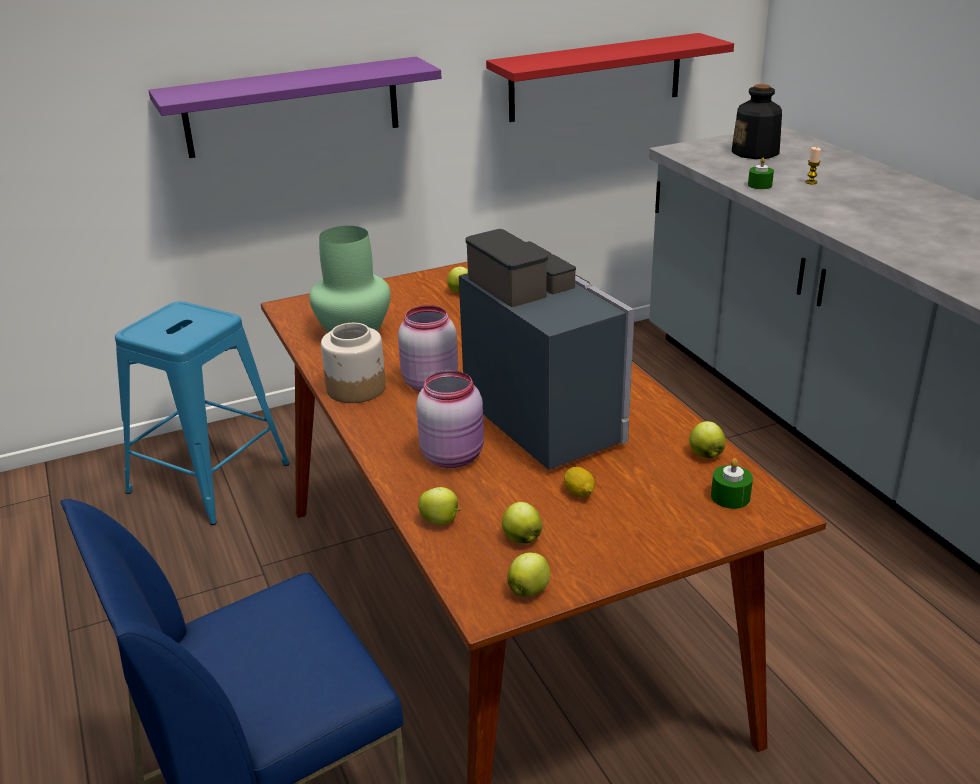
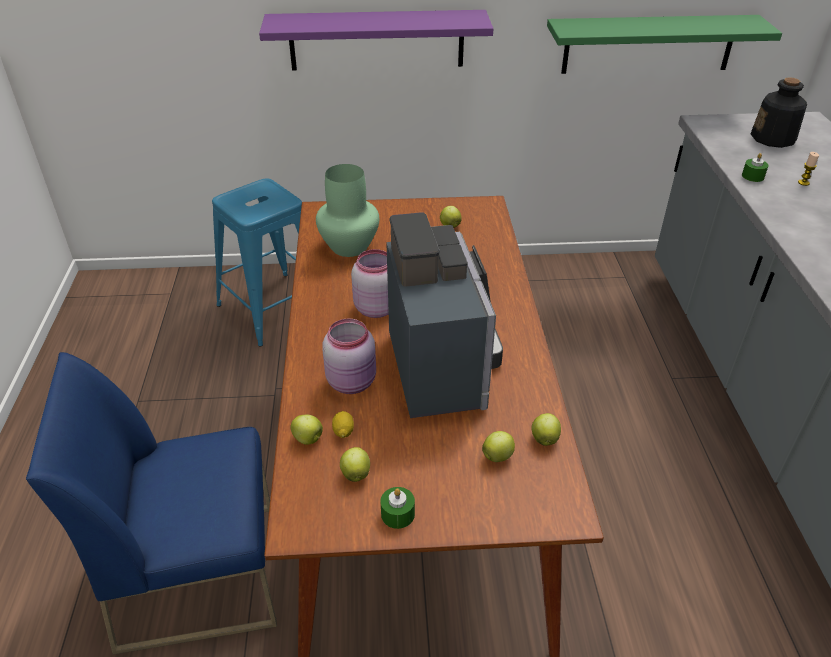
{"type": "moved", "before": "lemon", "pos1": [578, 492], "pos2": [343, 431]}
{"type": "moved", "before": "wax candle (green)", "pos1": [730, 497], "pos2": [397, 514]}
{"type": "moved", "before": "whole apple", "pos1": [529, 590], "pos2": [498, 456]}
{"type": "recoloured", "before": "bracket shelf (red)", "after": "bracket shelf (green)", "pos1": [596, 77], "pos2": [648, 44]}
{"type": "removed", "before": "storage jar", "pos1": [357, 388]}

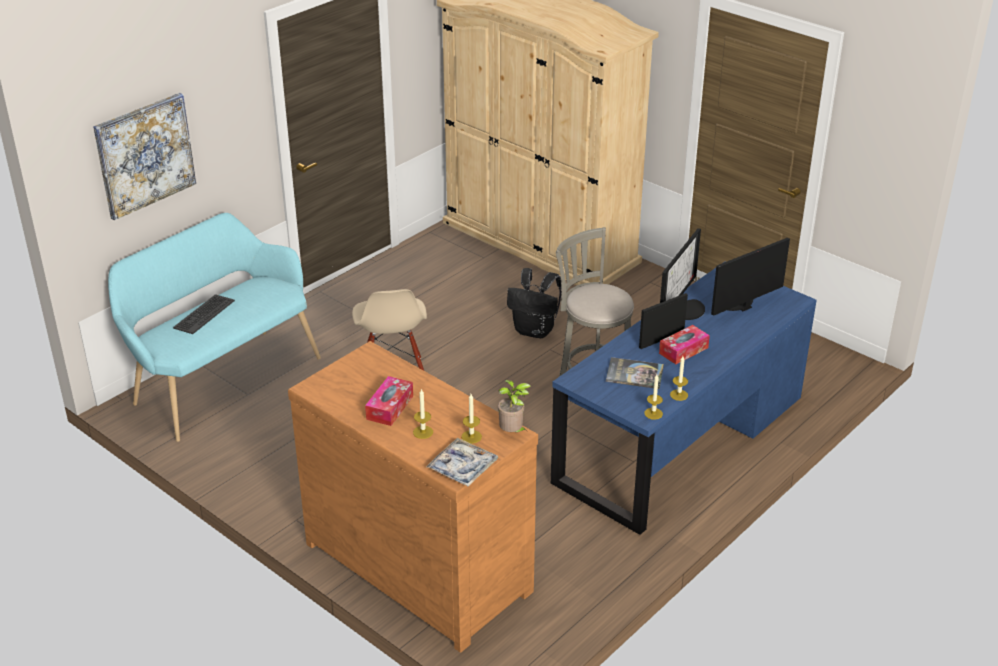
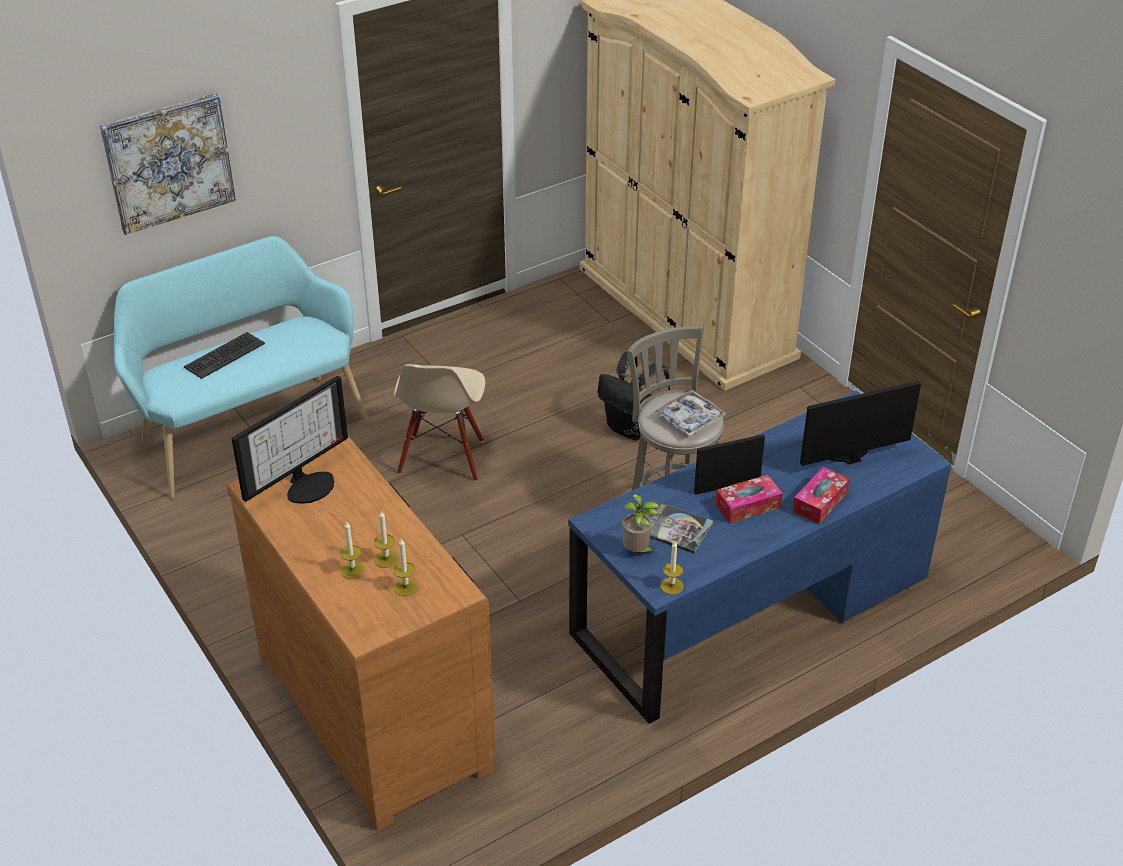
{"type": "moved", "before": "computer screen", "pos1": [686, 308], "pos2": [307, 485]}
{"type": "moved", "before": "wax candle", "pos1": [679, 395], "pos2": [386, 559]}
{"type": "moved", "before": "houseplant", "pos1": [512, 433], "pos2": [637, 552]}
{"type": "moved", "before": "carrying tray", "pos1": [462, 468], "pos2": [690, 418]}
{"type": "moved", "before": "tissue holder", "pos1": [390, 407], "pos2": [820, 502]}

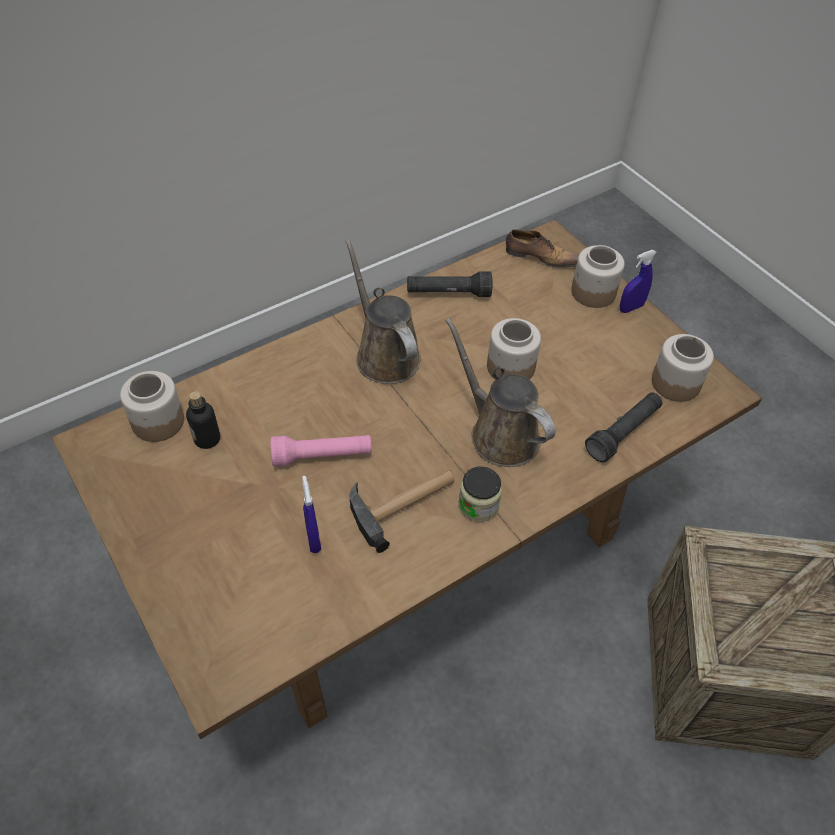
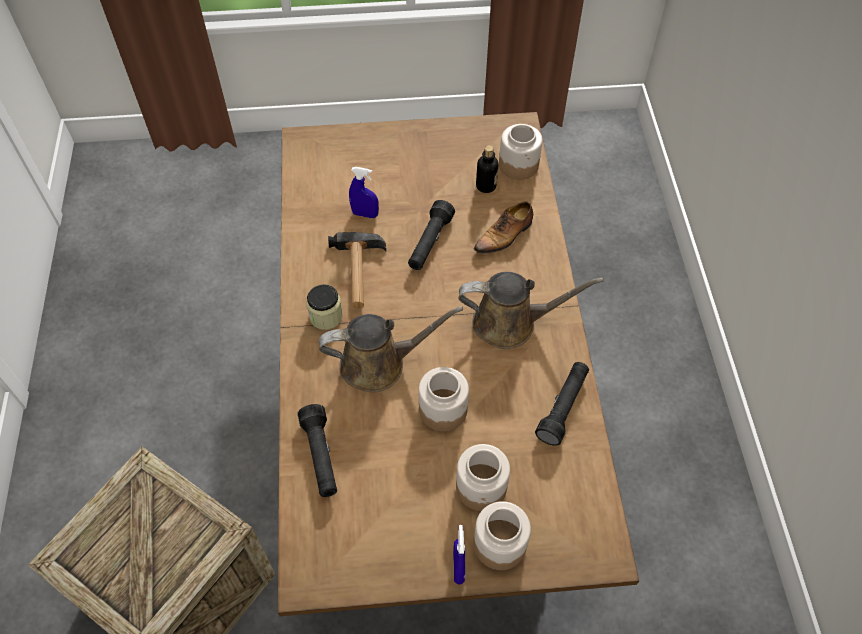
{"type": "recoloured", "before": "hand torch (pinkish)", "after": "hand torch (blackish)", "pos1": [322, 456], "pos2": [429, 243]}
{"type": "moved", "before": "storage jar", "pos1": [675, 382], "pos2": [481, 487]}
{"type": "moved", "before": "low shoe", "pos1": [540, 257], "pos2": [505, 235]}

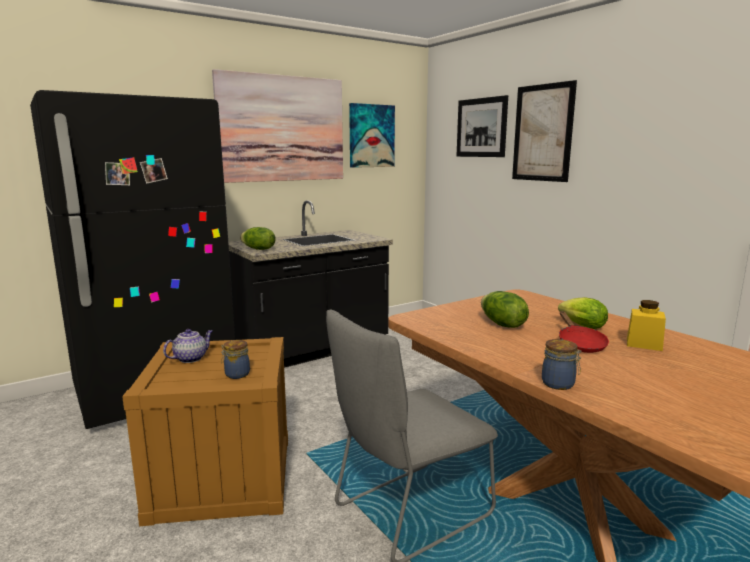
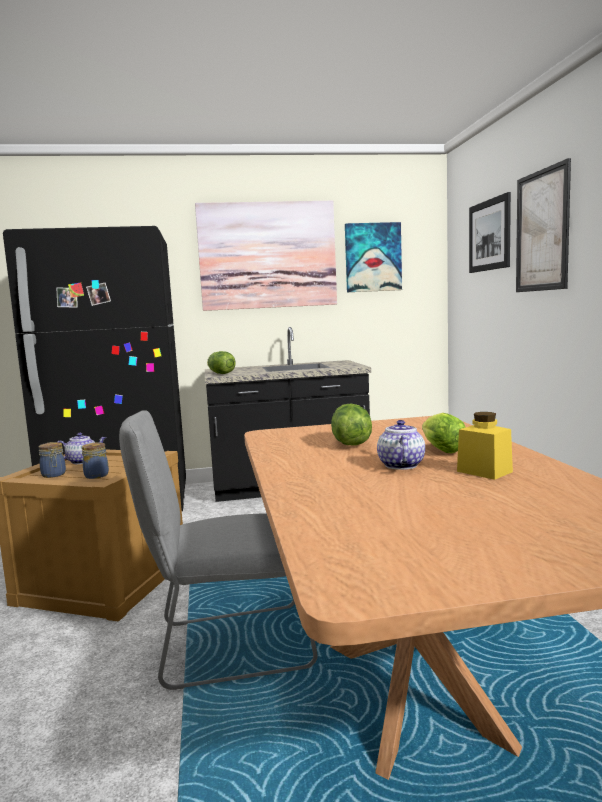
{"type": "moved", "before": "storage jar", "pos1": [559, 384], "pos2": [54, 475]}
{"type": "replaced", "before": "frying pan (red)", "after": "tea pot", "pos1": [579, 344], "pos2": [400, 465]}

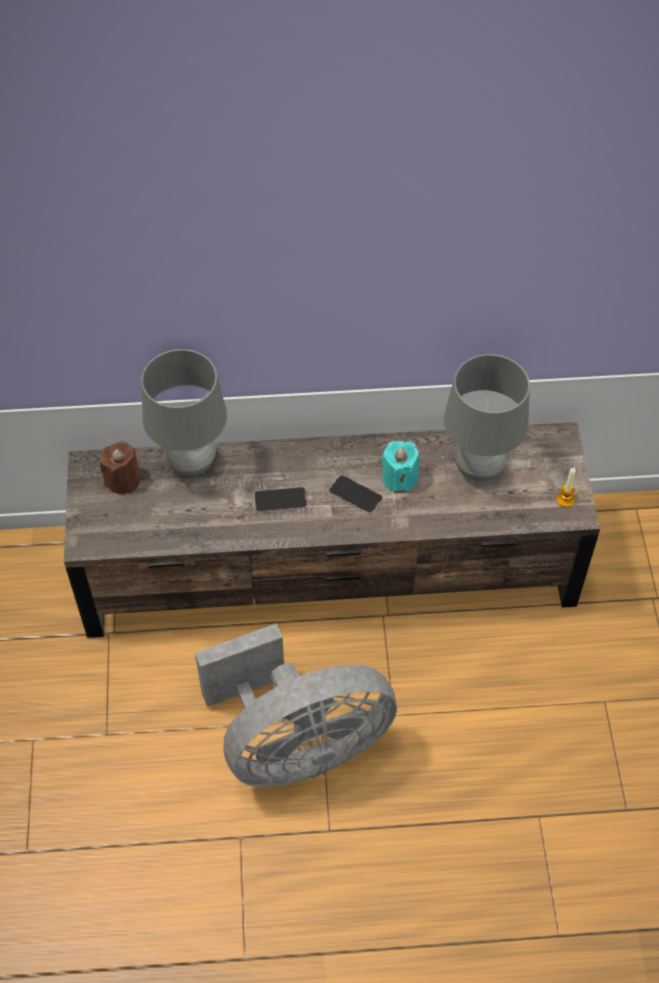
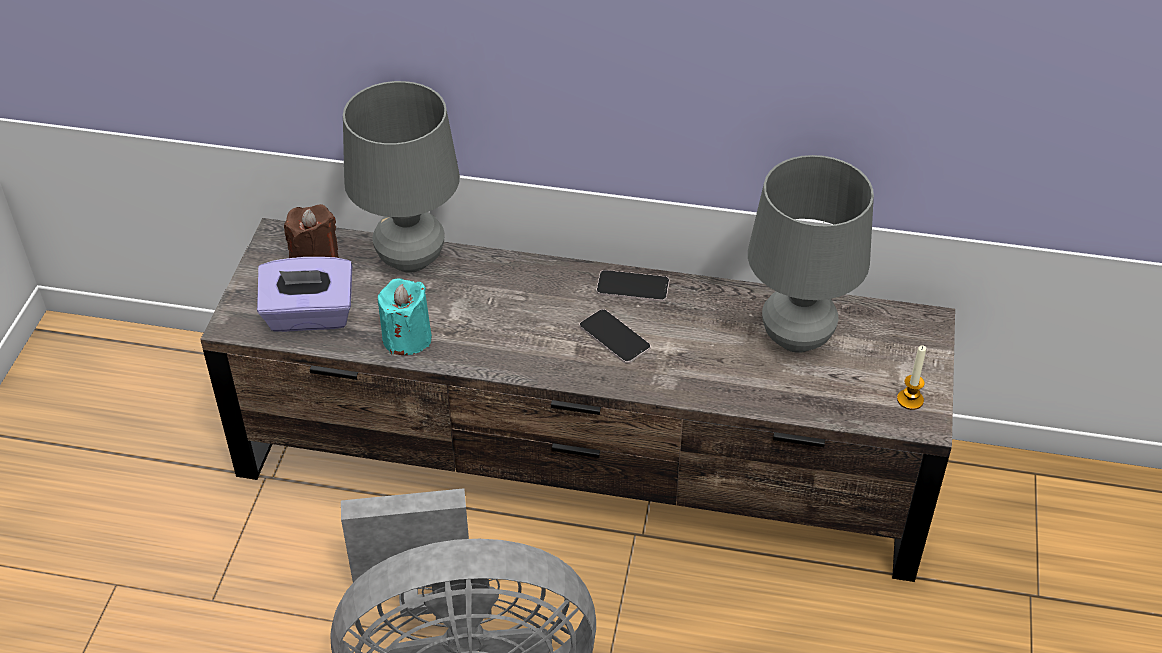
{"type": "added", "after": "tissue holder (purplish)", "pos2": [309, 316]}
{"type": "moved", "before": "wax candle (turquoise-coloured)", "pos1": [399, 479], "pos2": [407, 338]}
{"type": "moved", "before": "telephone", "pos1": [280, 500], "pos2": [632, 287]}

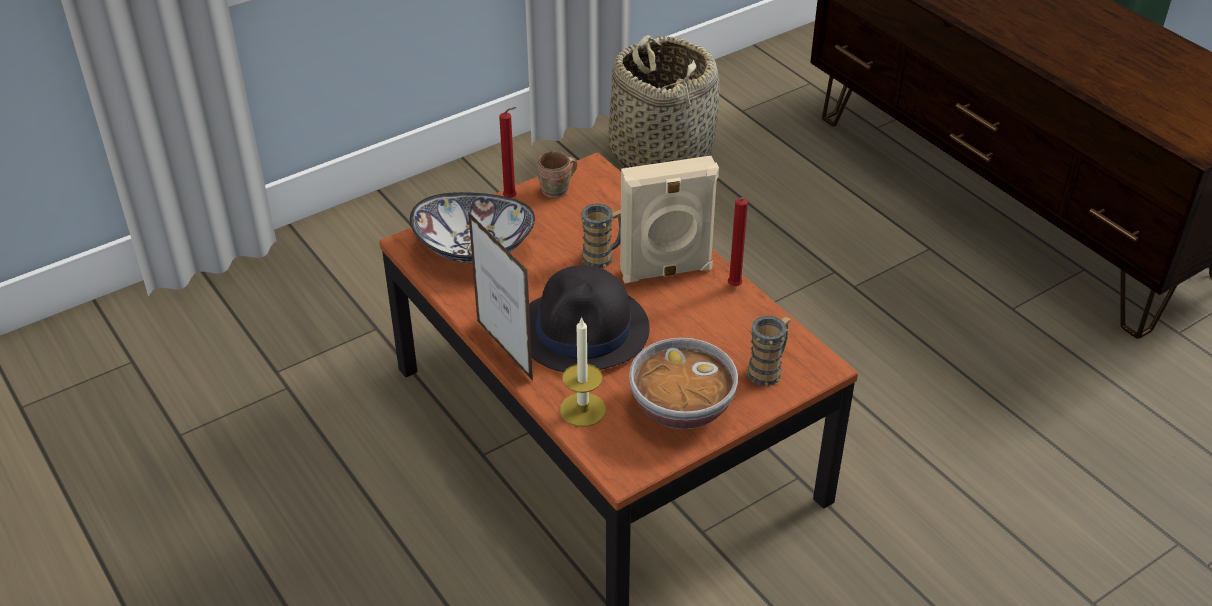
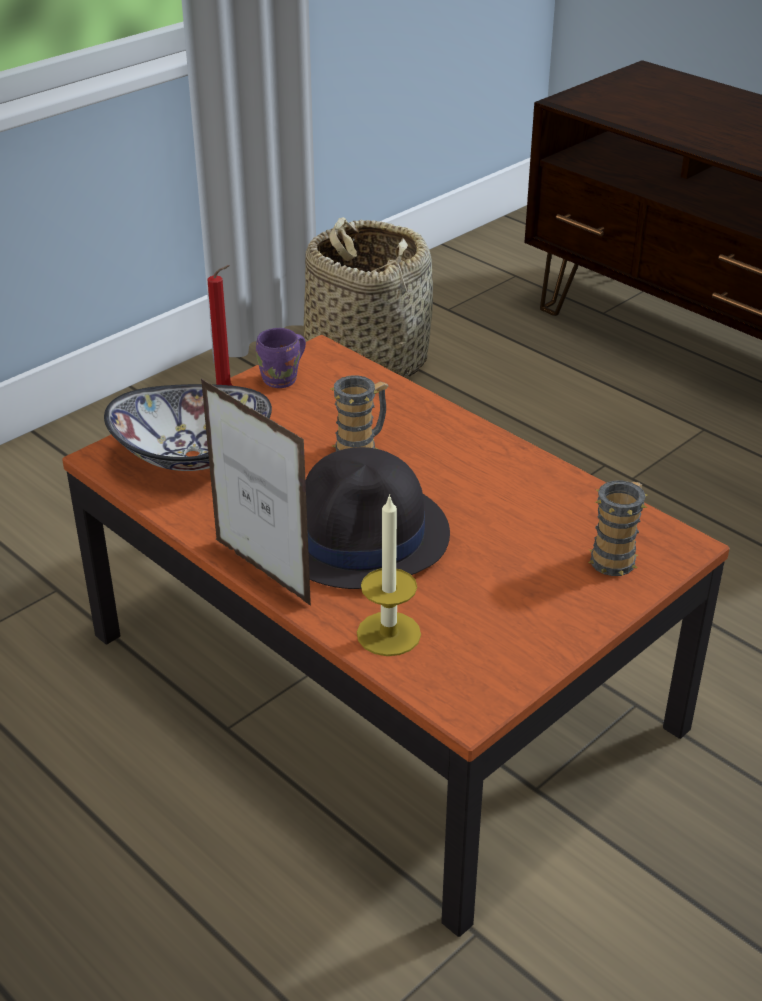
{"type": "recoloured", "before": "coffee mug (brownish)", "after": "coffee mug (purplish)", "pos1": [557, 191], "pos2": [283, 380]}
{"type": "removed", "before": "loudspeaker (sand-coloured)", "pos1": [666, 272]}
{"type": "removed", "before": "bowl", "pos1": [681, 408]}
{"type": "removed", "before": "wax candle (red)", "pos1": [733, 287]}

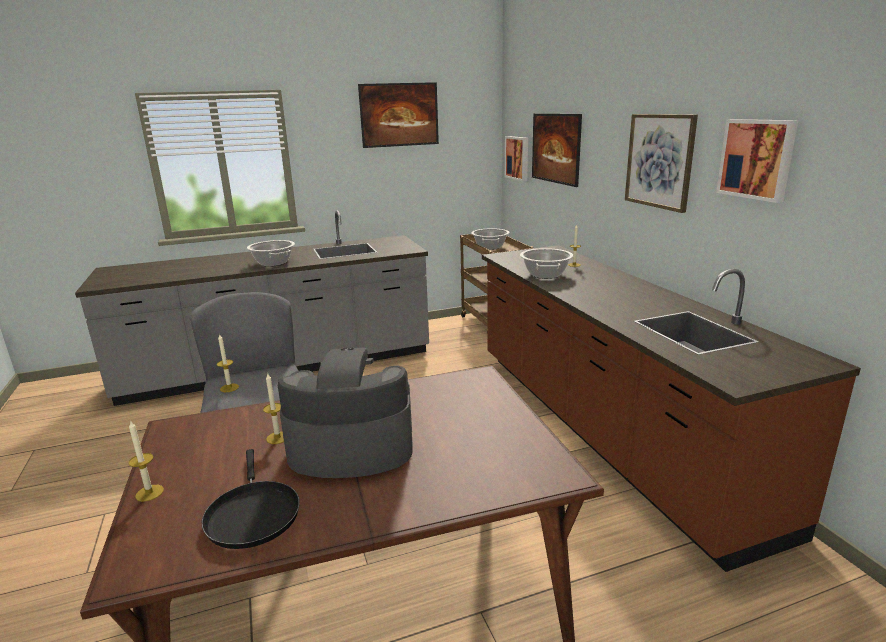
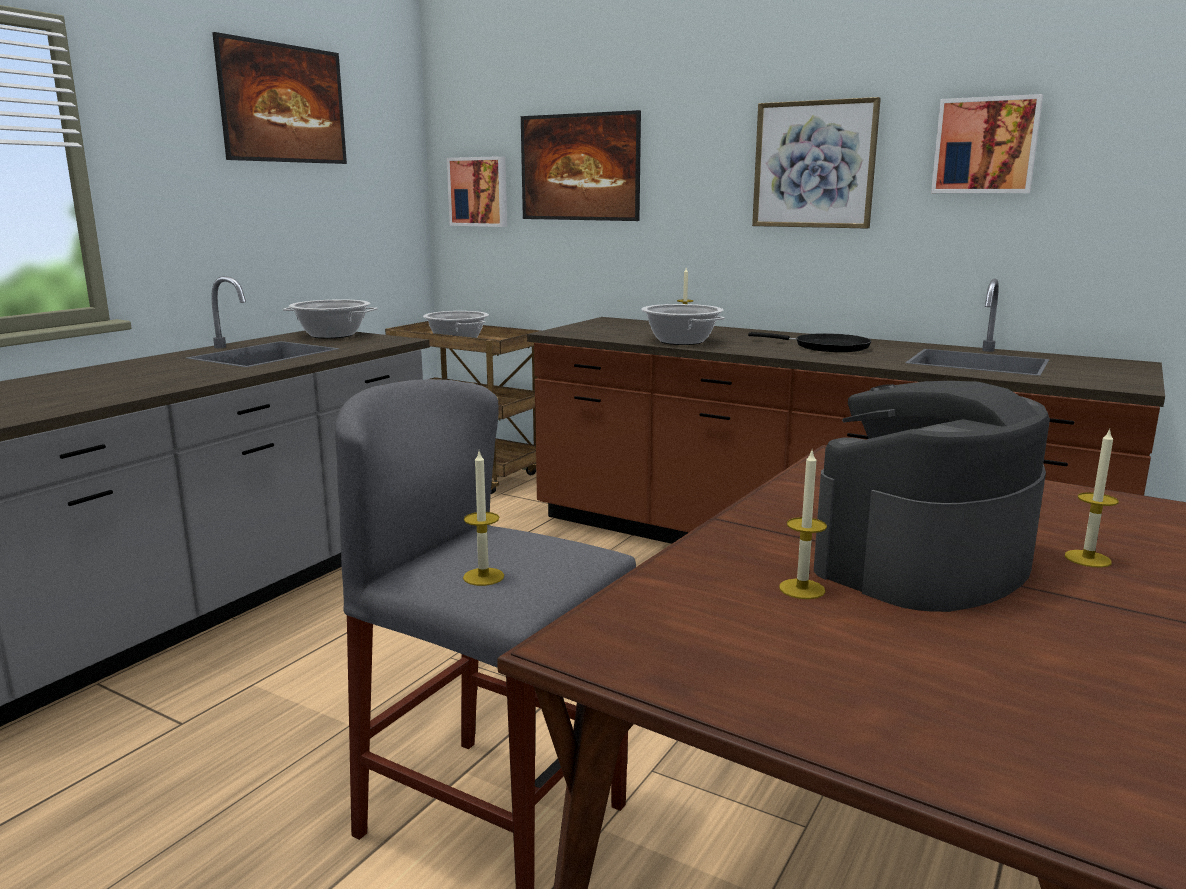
{"type": "moved", "before": "saucepot", "pos1": [273, 263], "pos2": [332, 335]}
{"type": "moved", "before": "frying pan (blackish)", "pos1": [252, 514], "pos2": [826, 347]}
{"type": "moved", "before": "wax candle", "pos1": [149, 493], "pos2": [1087, 559]}

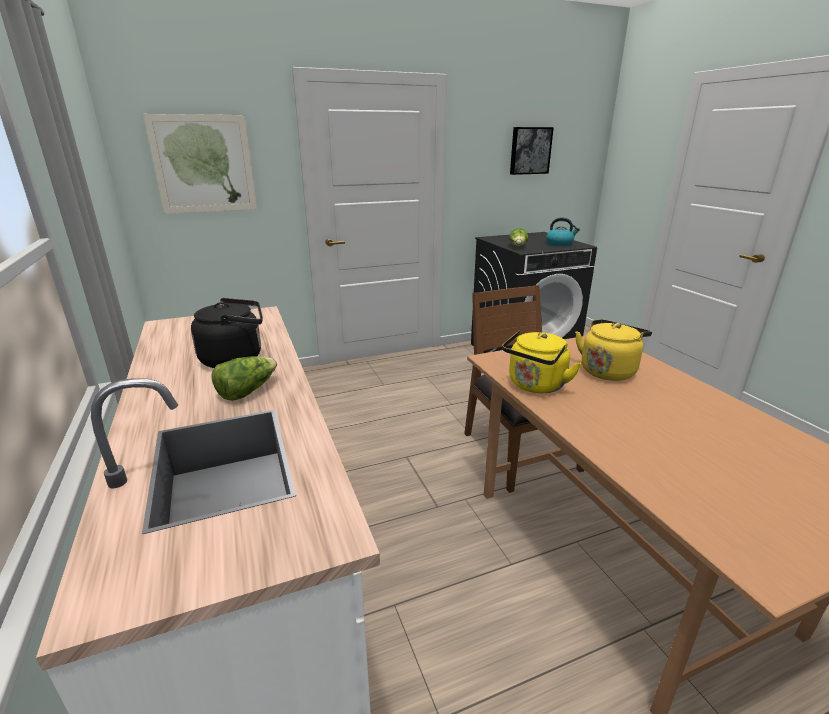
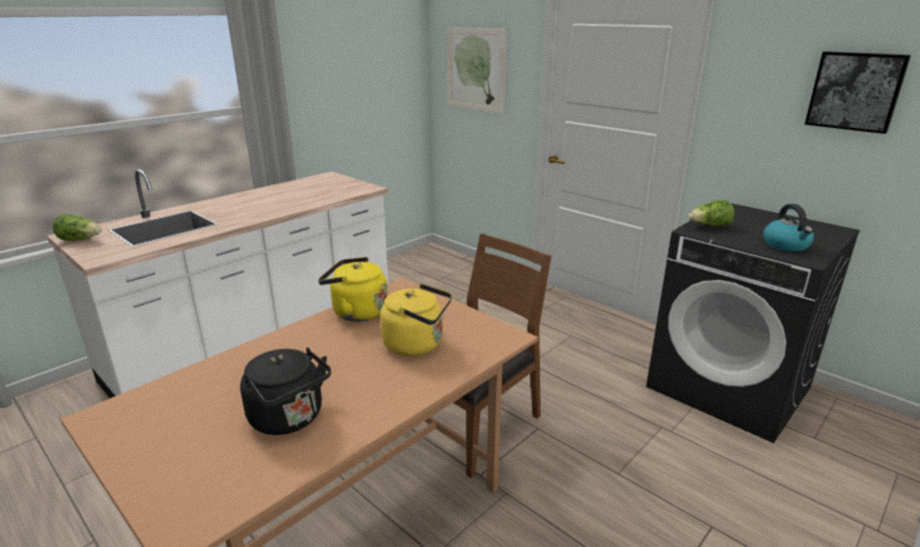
{"type": "moved", "before": "head of lettuce", "pos1": [247, 391], "pos2": [81, 240]}
{"type": "moved", "before": "water kettle (blackish)", "pos1": [236, 358], "pos2": [290, 419]}

